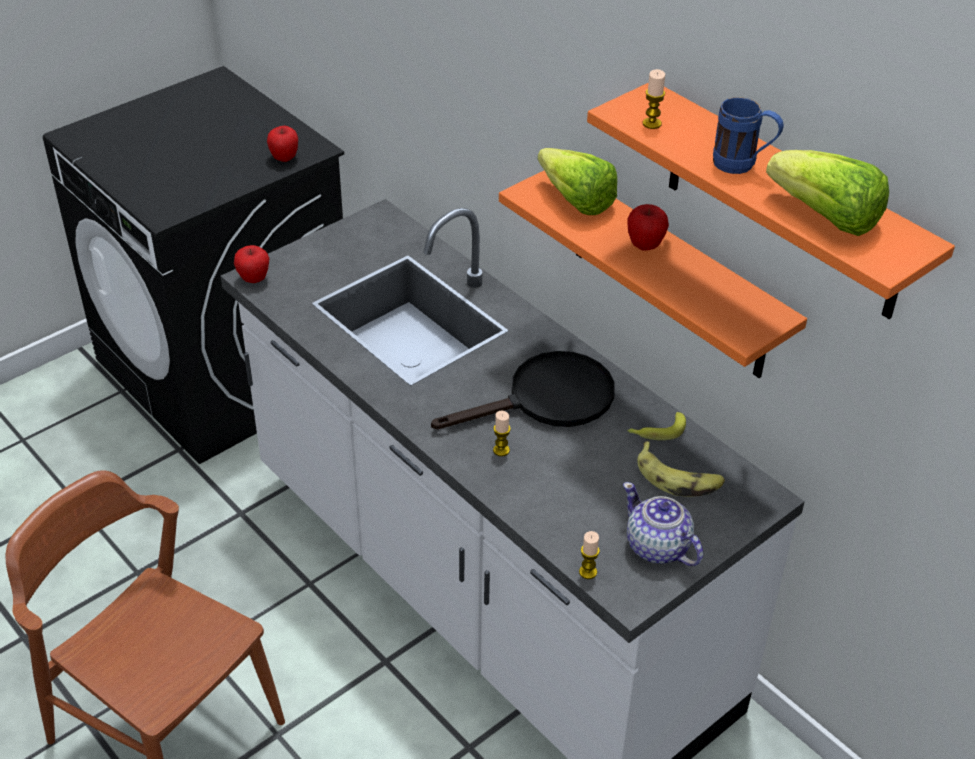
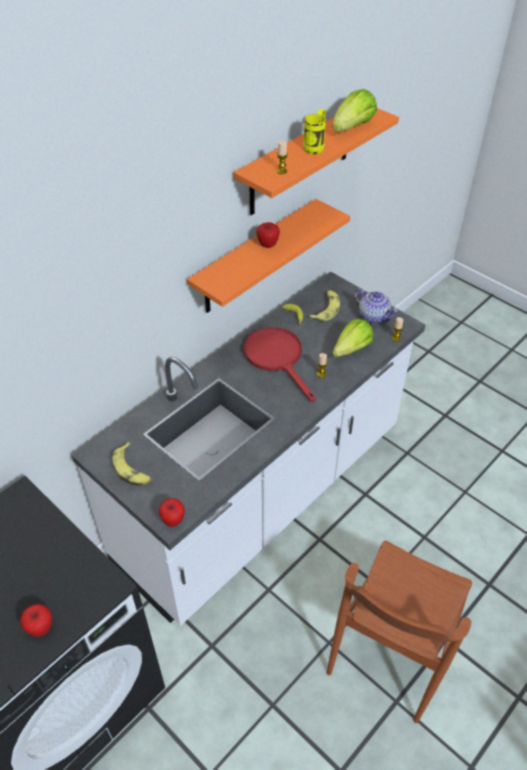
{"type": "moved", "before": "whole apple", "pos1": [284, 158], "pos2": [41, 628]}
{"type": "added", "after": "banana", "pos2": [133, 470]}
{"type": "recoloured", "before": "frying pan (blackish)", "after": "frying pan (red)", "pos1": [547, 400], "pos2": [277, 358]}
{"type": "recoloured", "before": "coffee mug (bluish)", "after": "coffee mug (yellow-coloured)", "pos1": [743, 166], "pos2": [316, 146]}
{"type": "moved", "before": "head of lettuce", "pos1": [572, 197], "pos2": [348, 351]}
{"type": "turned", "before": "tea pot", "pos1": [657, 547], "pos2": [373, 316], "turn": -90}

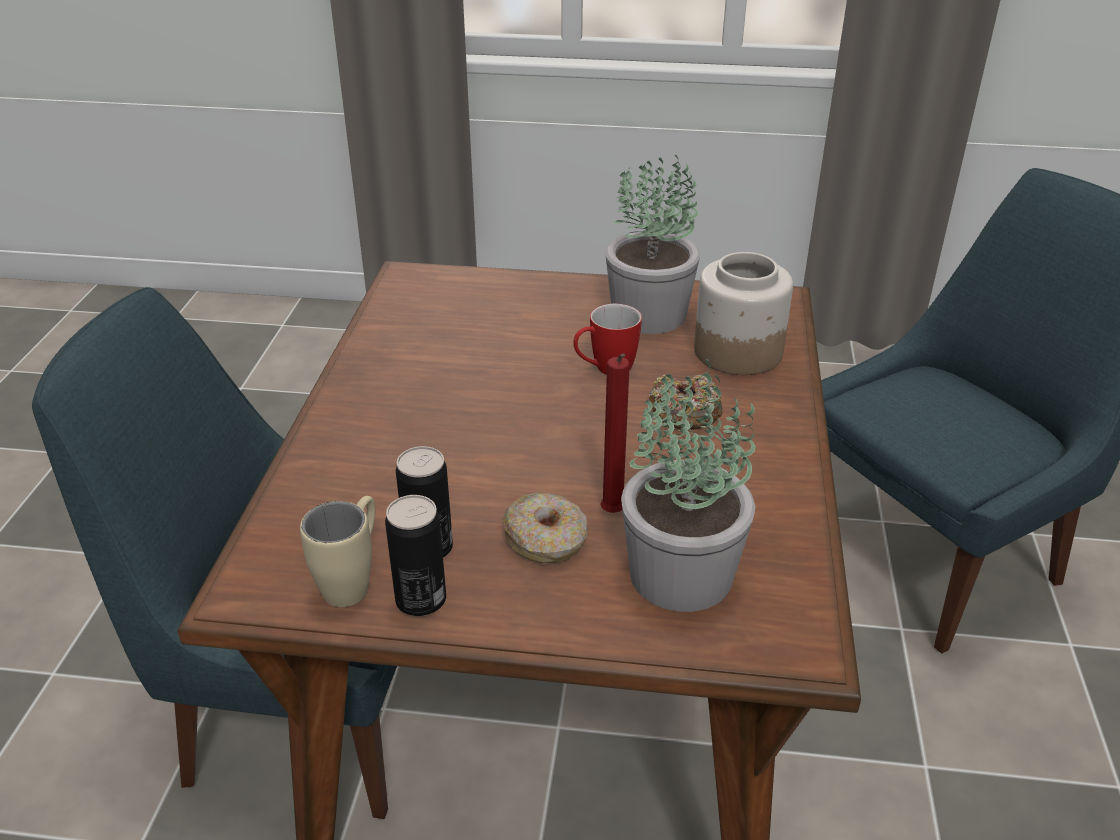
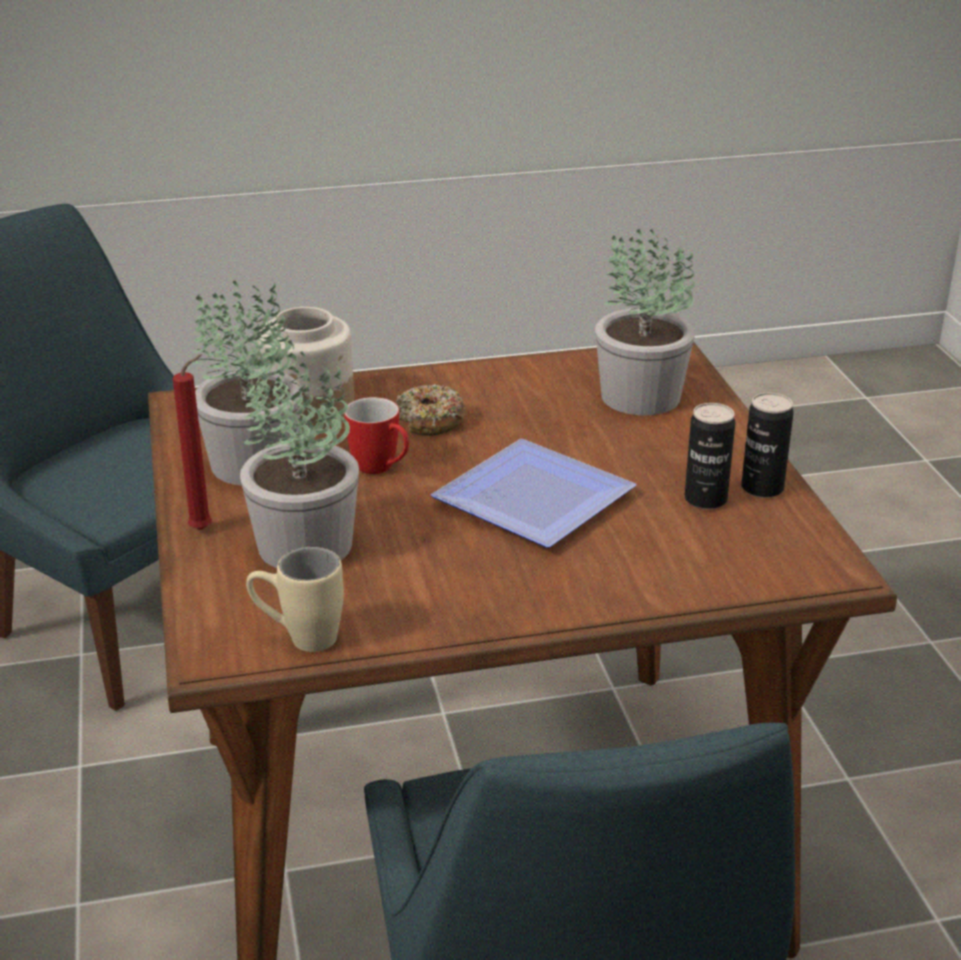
{"type": "moved", "before": "wax candle (red)", "pos1": [612, 515], "pos2": [205, 529]}
{"type": "added", "after": "houseplant", "pos2": [303, 544]}
{"type": "moved", "before": "coffee mug (sand-coloured)", "pos1": [353, 580], "pos2": [298, 638]}
{"type": "added", "after": "plate", "pos2": [533, 495]}
{"type": "removed", "before": "doughnut", "pos1": [546, 539]}

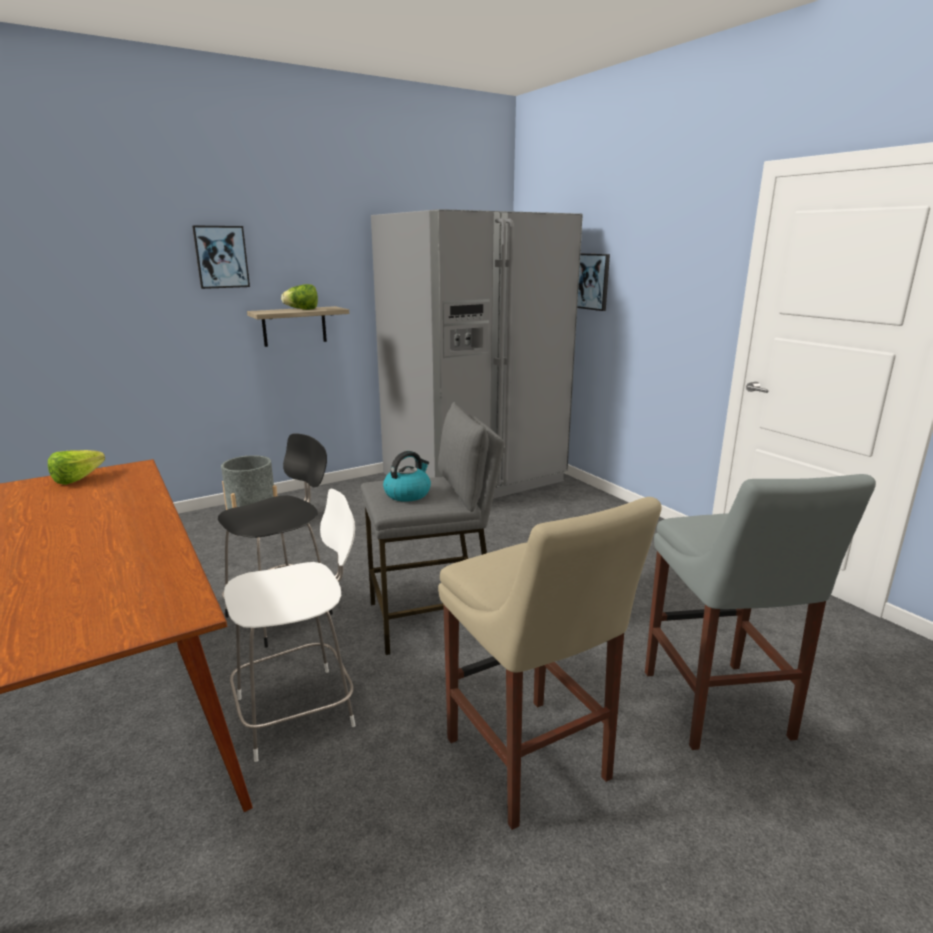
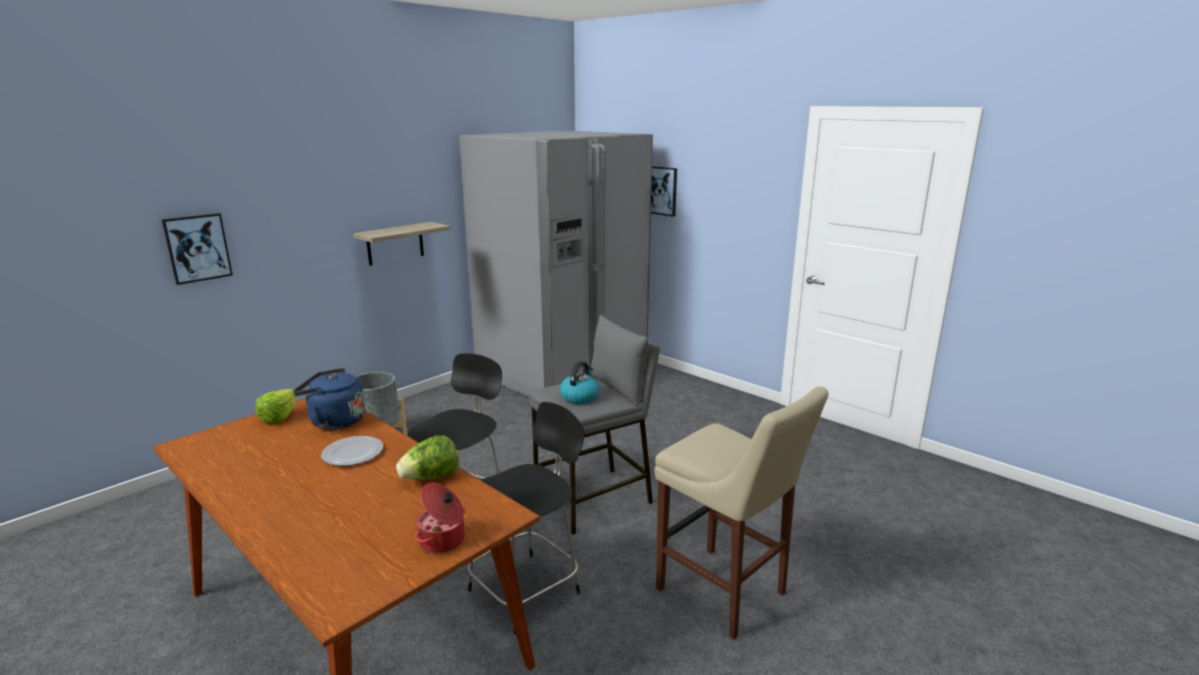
{"type": "moved", "before": "wall picture", "pos1": [221, 257], "pos2": [197, 248]}
{"type": "added", "after": "water kettle (bluish)", "pos2": [334, 421]}
{"type": "added", "after": "plate", "pos2": [353, 453]}
{"type": "moved", "before": "head of lettuce", "pos1": [302, 310], "pos2": [431, 477]}
{"type": "added", "after": "saucepot", "pos2": [443, 541]}
{"type": "recoloured", "before": "plain chair (white)", "after": "plain chair (blackish)", "pos1": [300, 710], "pos2": [527, 589]}
{"type": "removed", "before": "sitting stool (greyish)", "pos1": [718, 709]}

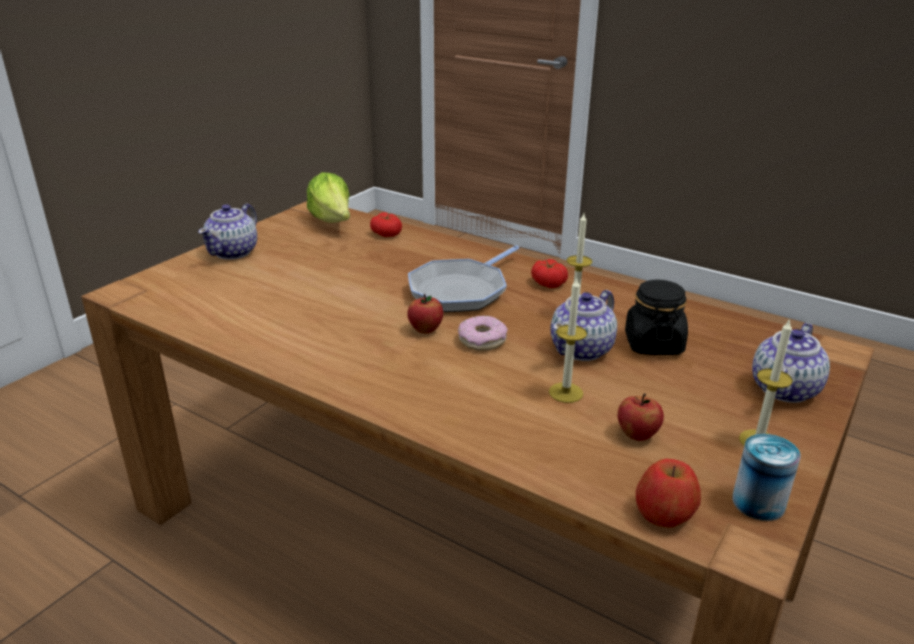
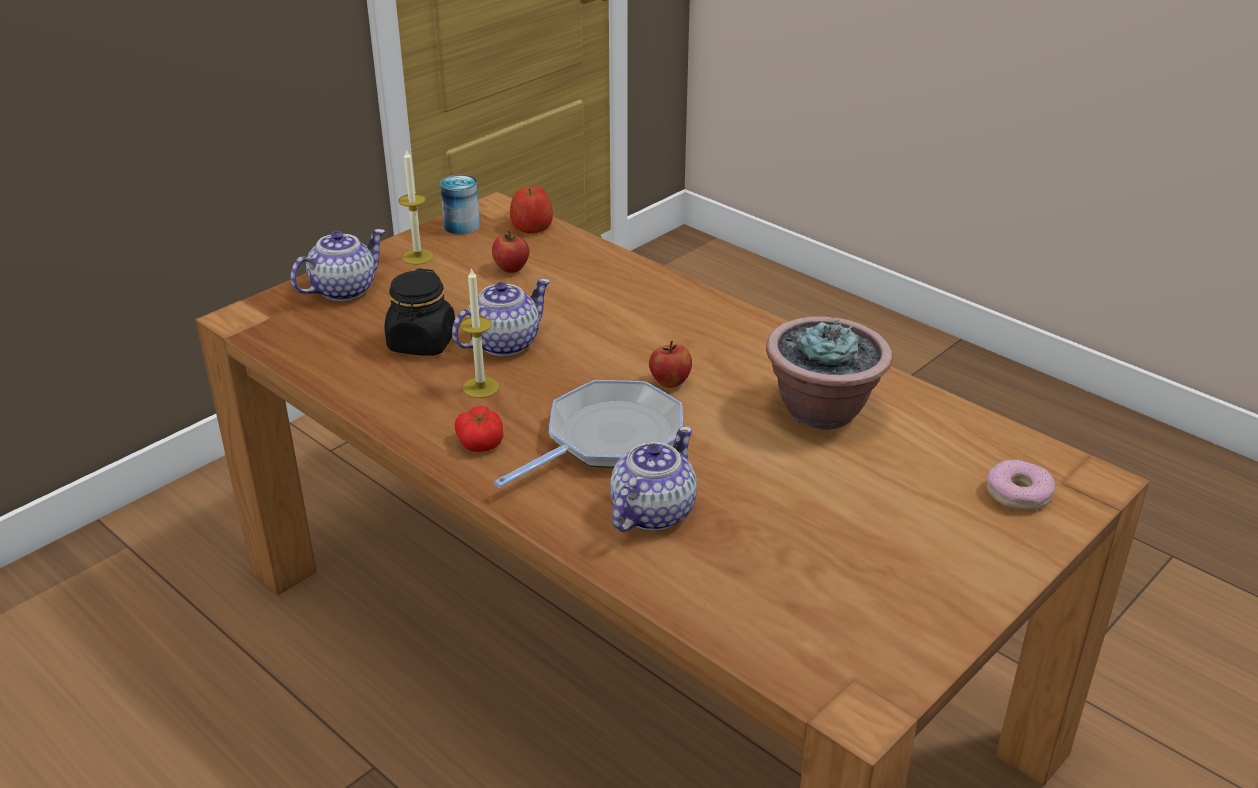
{"type": "moved", "before": "tea pot", "pos1": [233, 252], "pos2": [651, 512]}
{"type": "added", "after": "houseplant", "pos2": [822, 410]}
{"type": "moved", "before": "doughnut", "pos1": [482, 340], "pos2": [1018, 493]}
{"type": "removed", "before": "head of lettuce", "pos1": [333, 222]}
{"type": "removed", "before": "tomato", "pos1": [386, 233]}
{"type": "removed", "before": "wax candle", "pos1": [565, 392]}

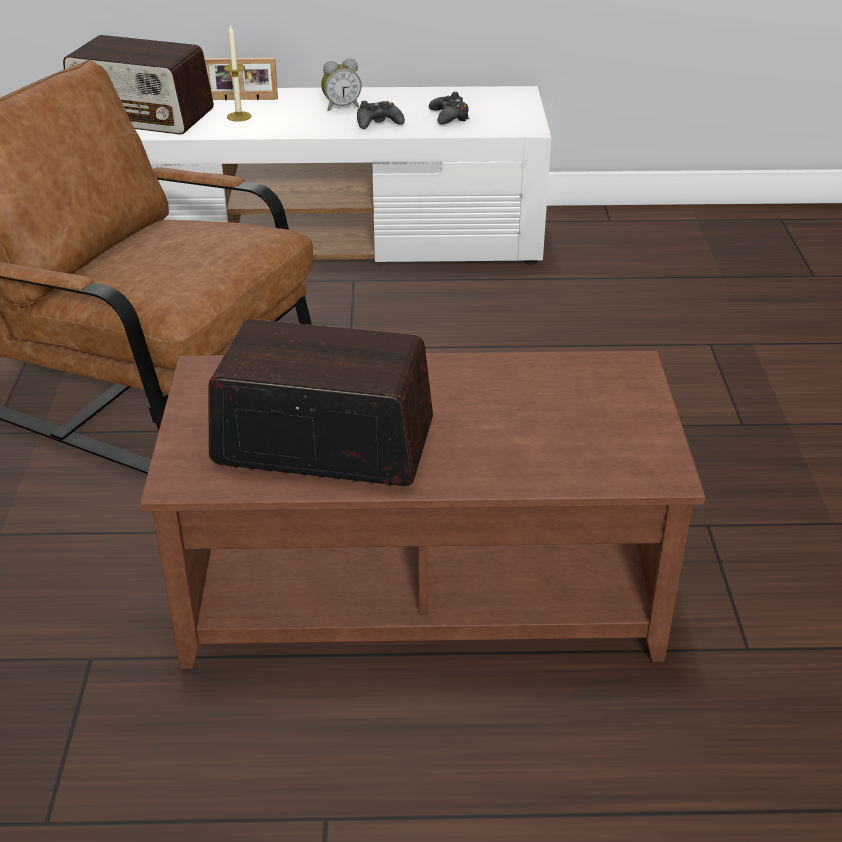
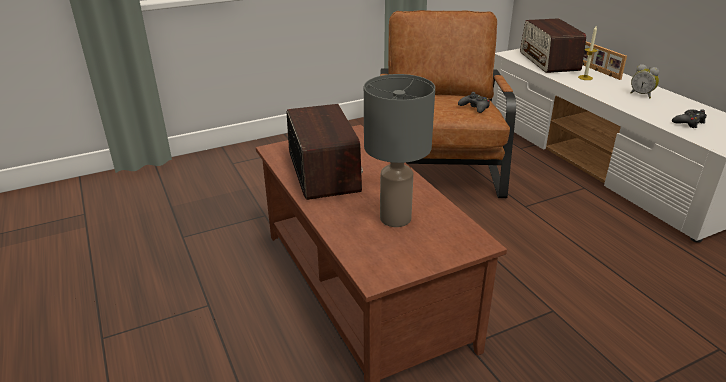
{"type": "added", "after": "tabletop lamp (greyish)", "pos2": [396, 219]}
{"type": "moved", "before": "joypad (blackish)", "pos1": [378, 122], "pos2": [474, 107]}

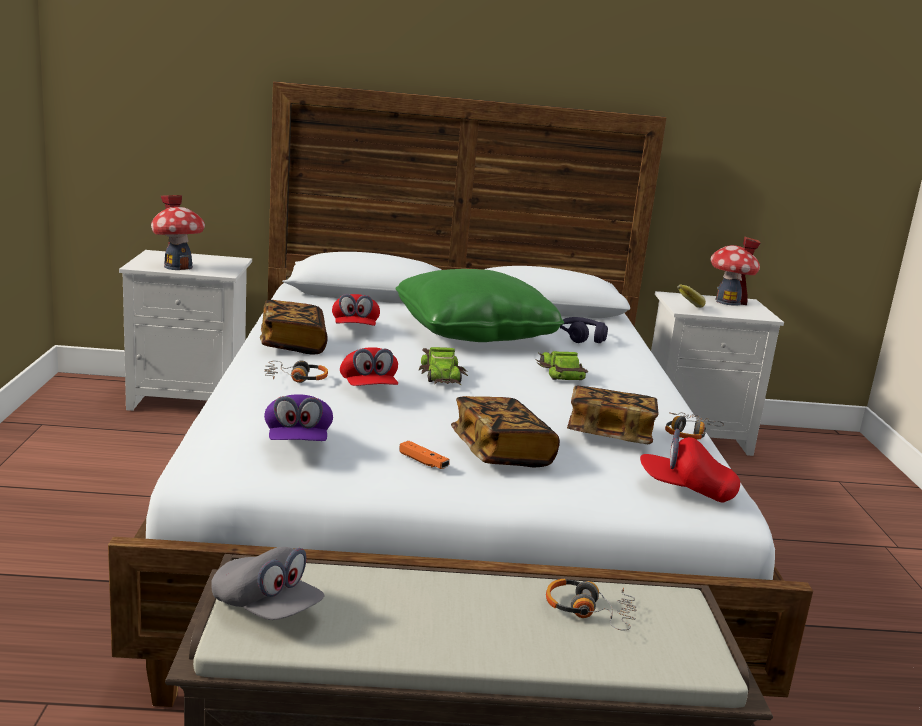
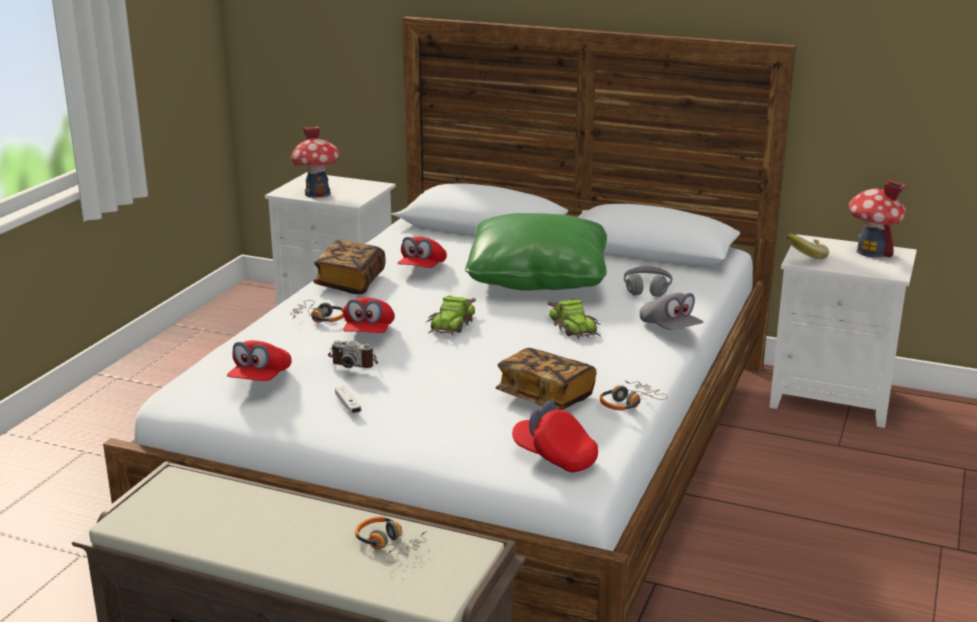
{"type": "recoloured", "before": "peaked cap (purplish)", "after": "peaked cap (red)", "pos1": [297, 443], "pos2": [260, 379]}
{"type": "added", "after": "photo camera", "pos2": [355, 362]}
{"type": "recoloured", "before": "joypad (orange)", "after": "joypad (white)", "pos1": [423, 462], "pos2": [348, 406]}
{"type": "turned", "before": "model car", "pos1": [559, 371], "pos2": [574, 327], "turn": 150}
{"type": "recoloured", "before": "pair of headphones (purplish)", "after": "pair of headphones (greyish)", "pos1": [582, 337], "pos2": [647, 289]}
{"type": "moved", "before": "peaked cap (greyish)", "pos1": [266, 609], "pos2": [670, 329]}
{"type": "removed", "before": "book", "pos1": [501, 453]}

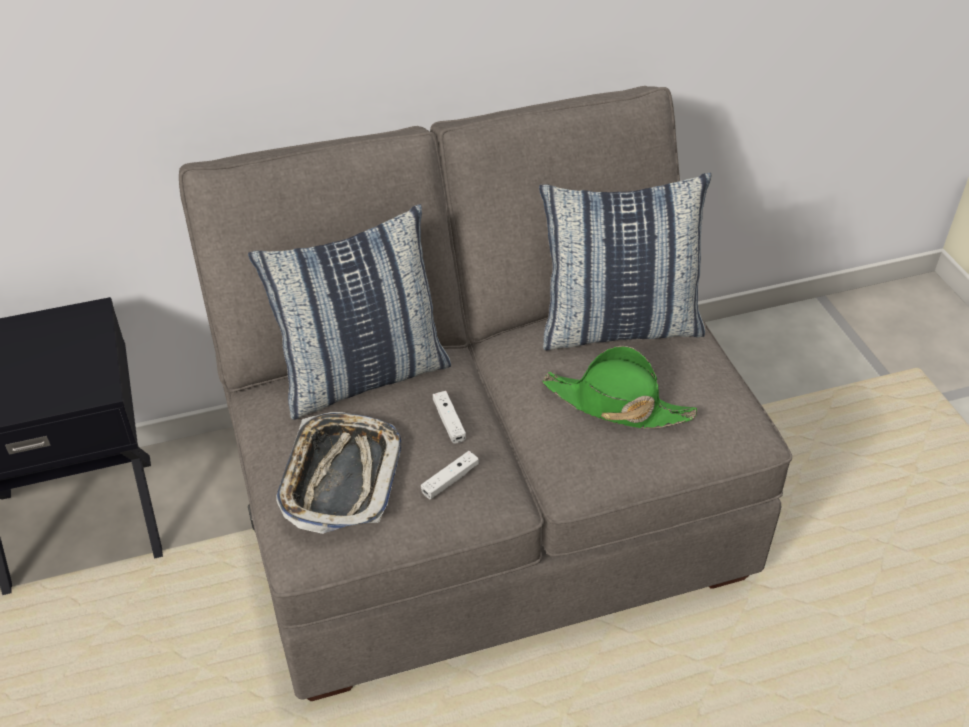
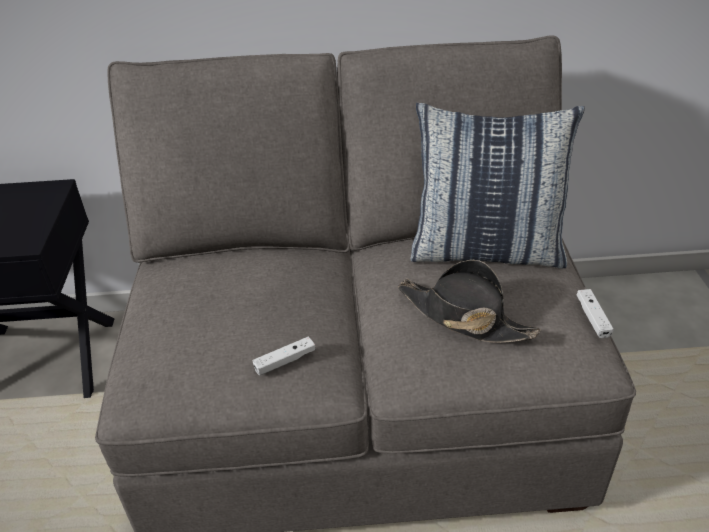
{"type": "recoloured", "before": "wearable hat (green)", "after": "wearable hat (blackish)", "pos1": [616, 405], "pos2": [463, 316]}
{"type": "moved", "before": "joypad (white)", "pos1": [449, 422], "pos2": [592, 318]}
{"type": "removed", "before": "throw pillow", "pos1": [363, 376]}
{"type": "removed", "before": "carrying tray", "pos1": [340, 477]}

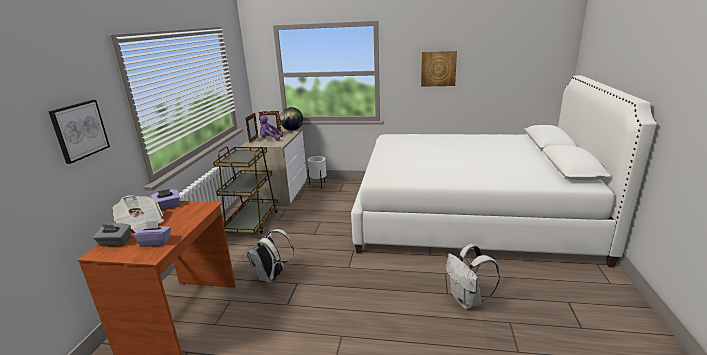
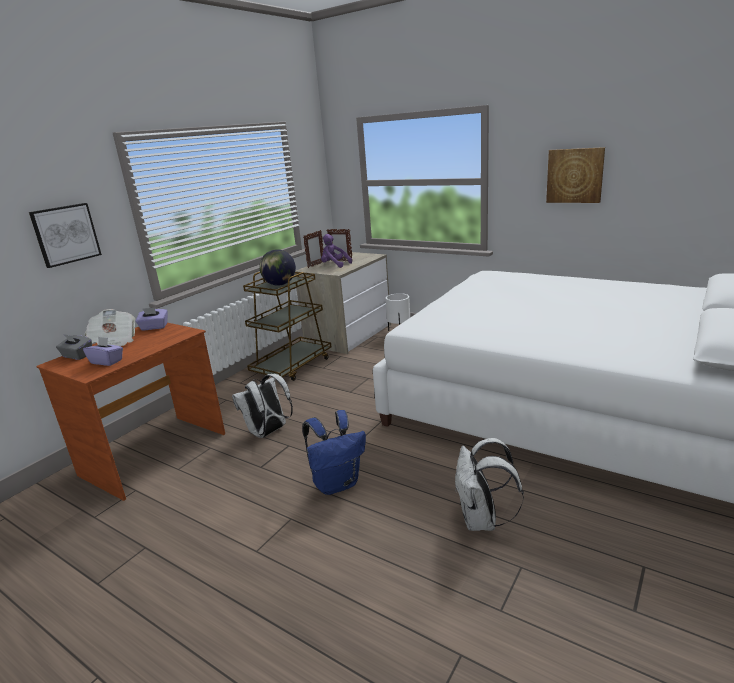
{"type": "moved", "before": "desk globe", "pos1": [292, 130], "pos2": [279, 284]}
{"type": "added", "after": "rucksack (bluish)", "pos2": [337, 483]}

